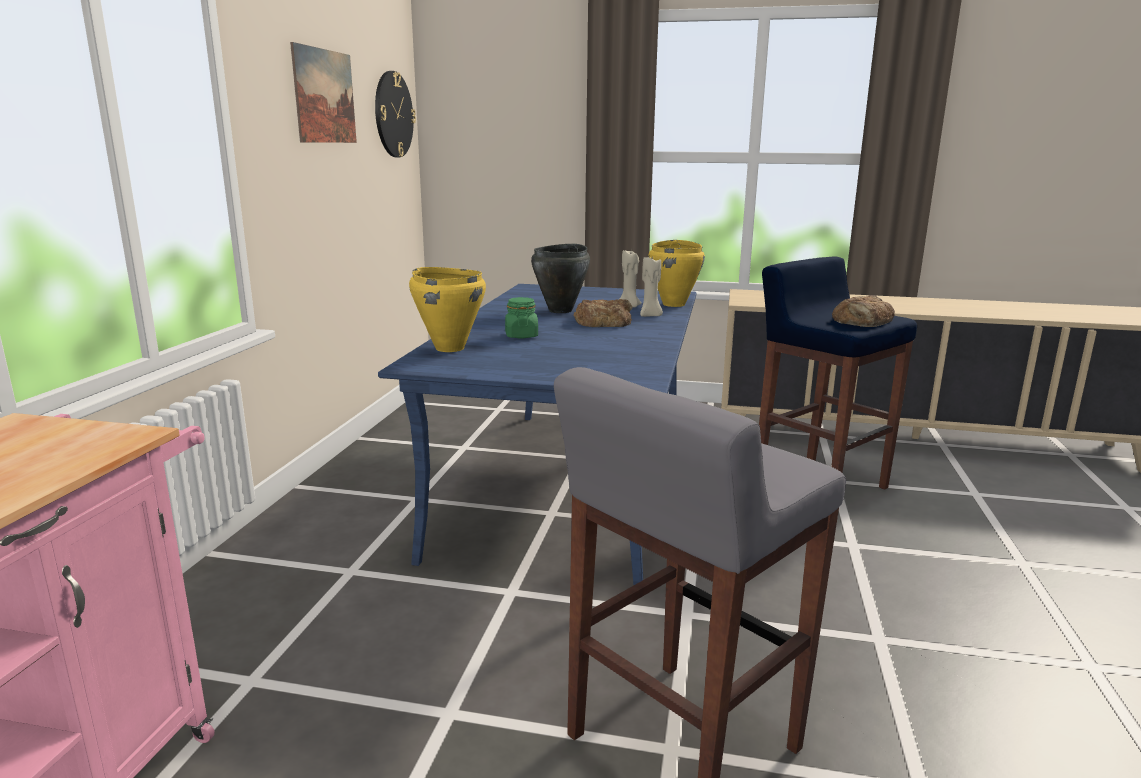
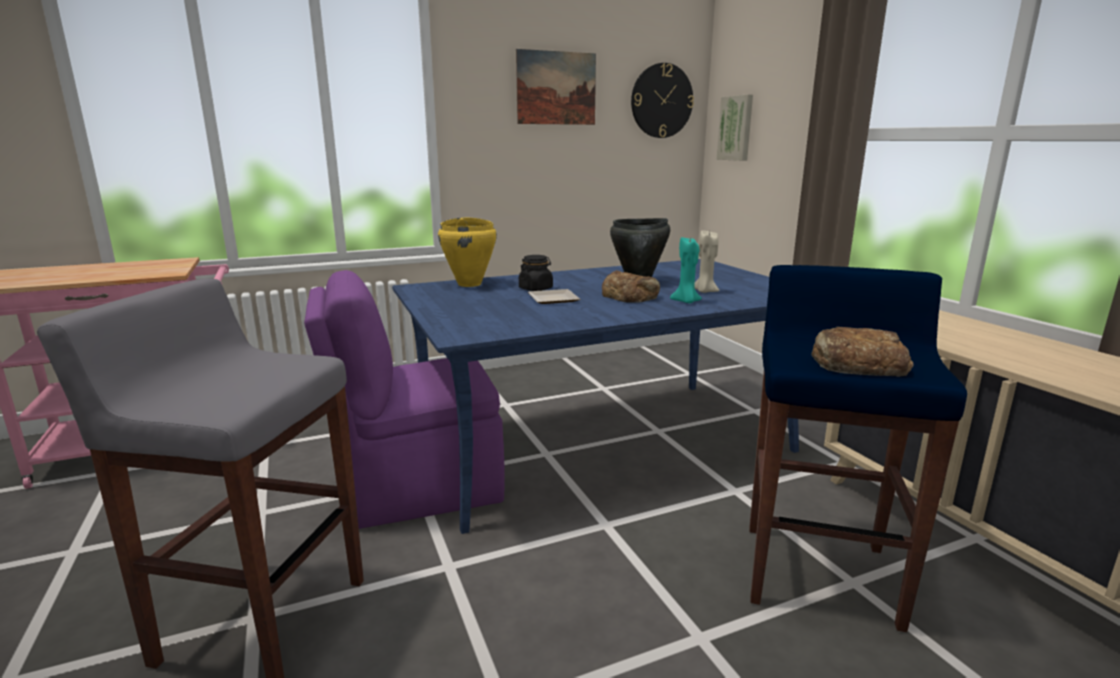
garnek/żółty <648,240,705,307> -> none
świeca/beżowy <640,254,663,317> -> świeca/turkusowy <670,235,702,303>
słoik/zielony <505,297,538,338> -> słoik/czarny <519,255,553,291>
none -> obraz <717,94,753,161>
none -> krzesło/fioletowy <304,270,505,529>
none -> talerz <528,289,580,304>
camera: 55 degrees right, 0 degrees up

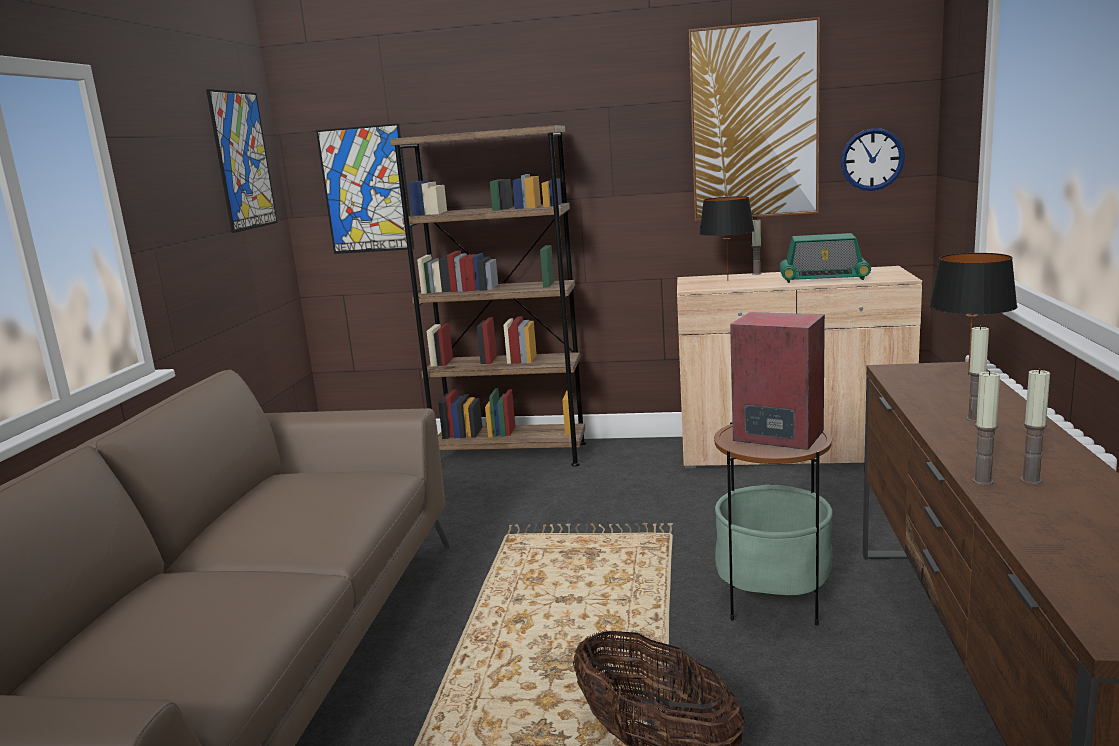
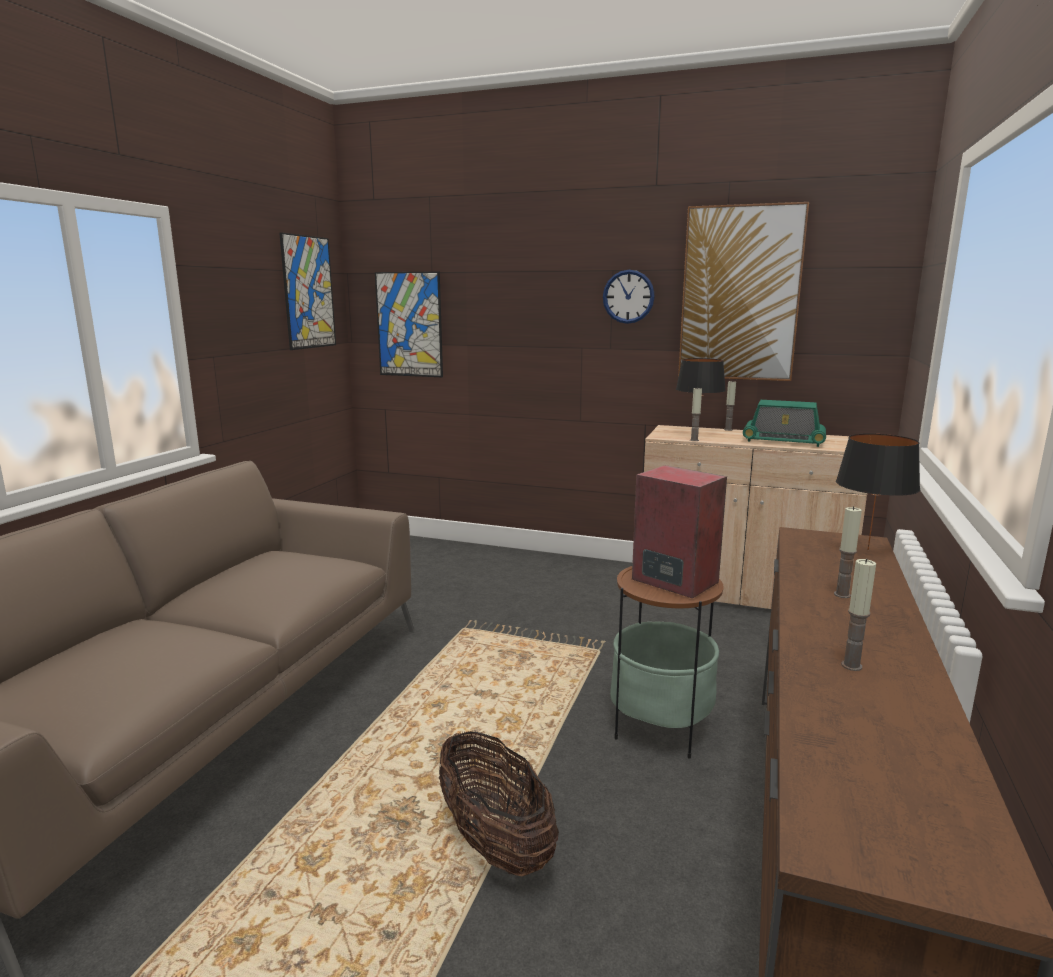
regał/brązowy <390,125,586,466> -> none
zegar ścienny <841,128,905,191> -> zegar ścienny <603,270,655,324>, relocated
świeca <972,371,1000,485> -> świeca <690,388,702,441>, relocated
camera: 10 degrees right, 0 degrees up

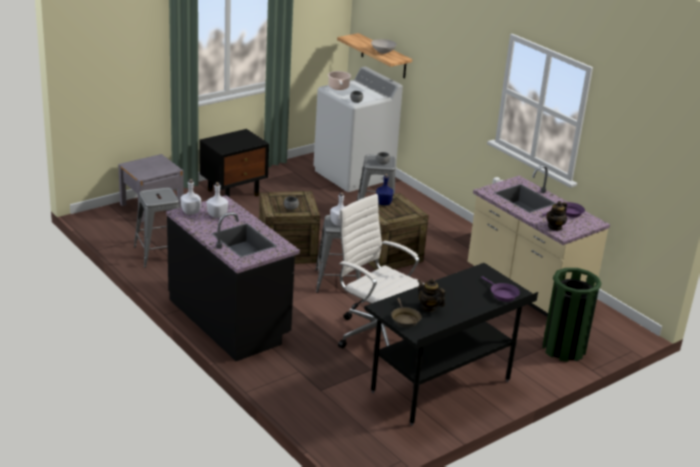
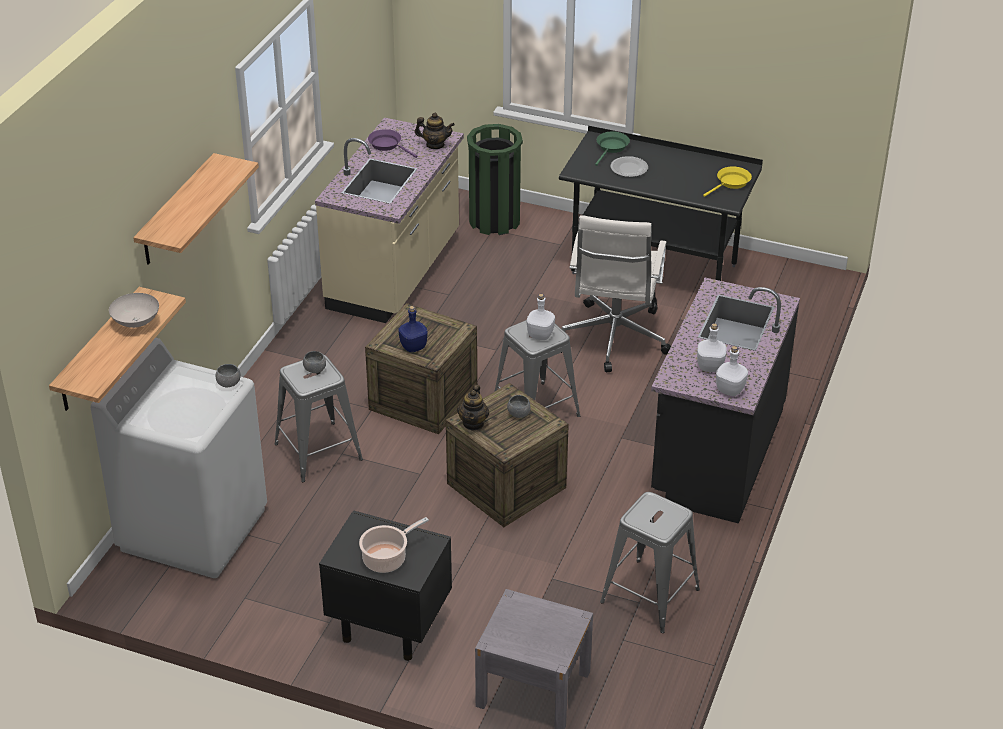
garnek <328,71,351,90> -> garnek <359,517,429,573>, relocated
patelnia/fioletowy <481,276,520,302> -> patelnia/zielony <595,132,630,166>
imbryk <418,279,445,312> -> imbryk <457,385,489,431>, relocated
patelnia/brązowy <391,298,422,327> -> patelnia/żółty <703,166,752,197>
none -> półka <133,153,259,265>
none -> talerz <611,156,648,177>
camera: 120 degrees left, 10 degrees up

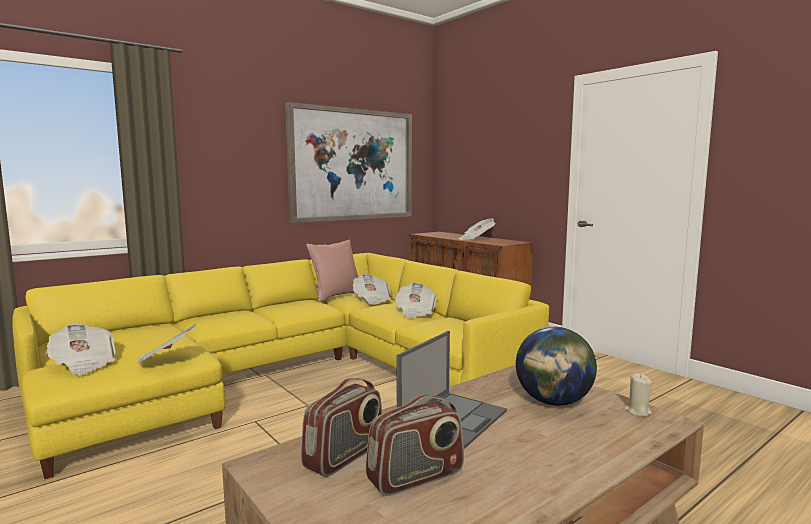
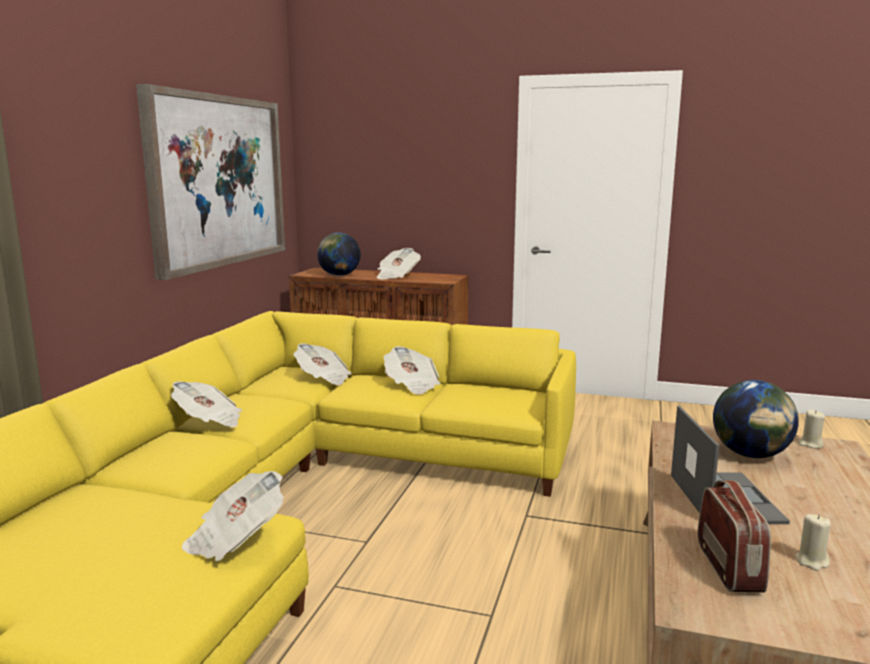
poduszka/różowy <306,240,358,302> -> none
gazeta <46,324,115,375> -> gazeta <171,381,242,427>, relocated
radio <366,395,464,496> -> świeca/beżowy <795,514,831,571>
none -> globus <317,233,361,276>
camera: 35 degrees left, 5 degrees up

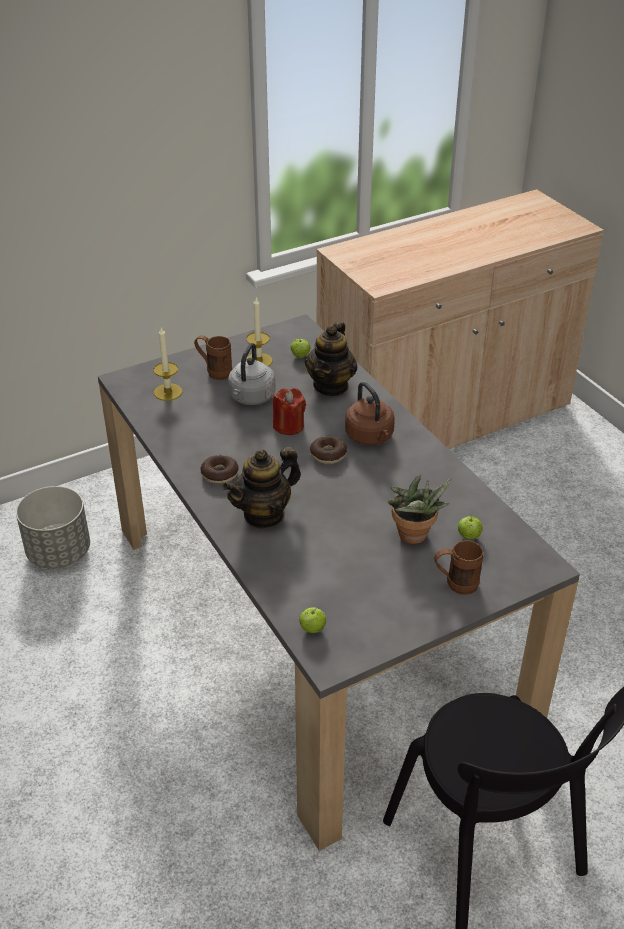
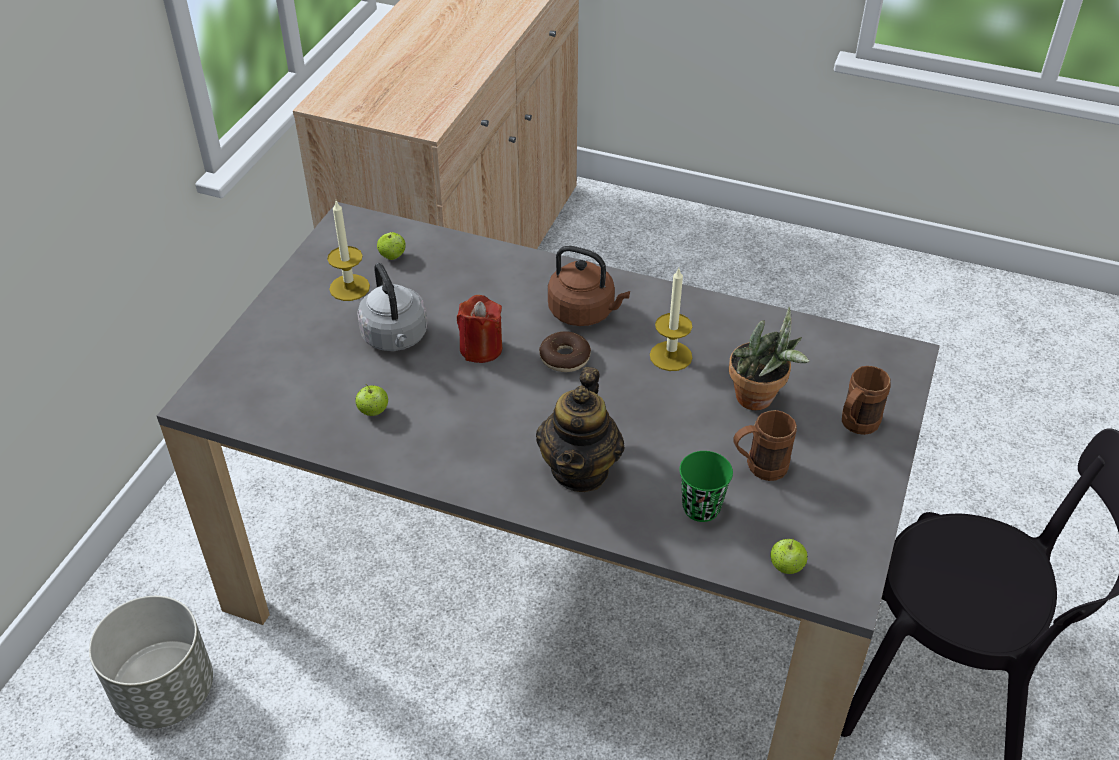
imbryk <305,321,357,396> -> none
świeca <153,327,182,401> -> świeca <650,268,692,371>, relocated
kubek/brązowy <194,335,232,380> -> kubek/brązowy <733,410,797,481>, relocated
donut <201,455,239,484> -> none
jabłko <458,514,483,539> -> jabłko <355,384,388,416>, relocated
none -> filiżanka/zielony <679,451,733,522>
camera: 40 degrees left, 5 degrees up

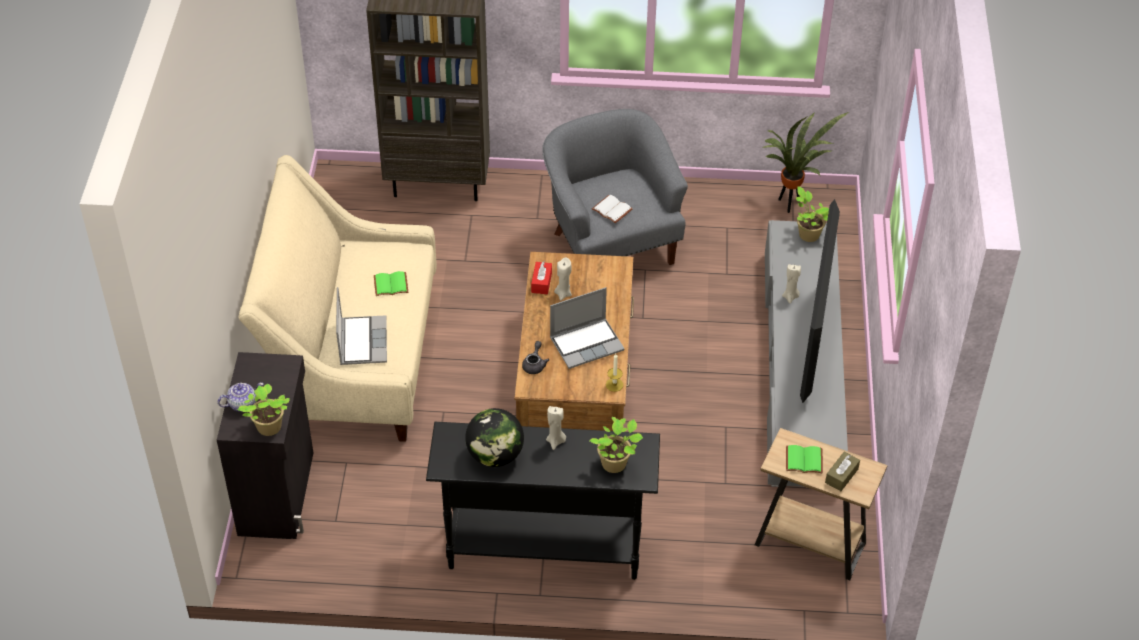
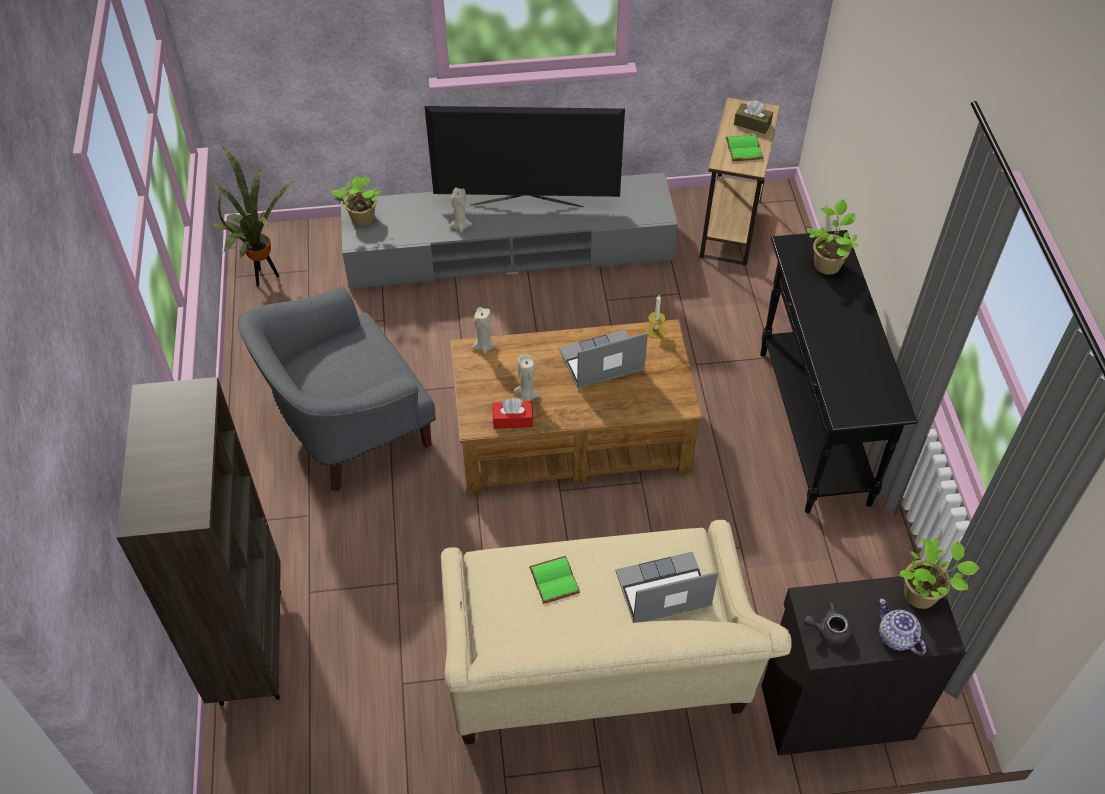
książka/biały <592,195,632,223> -> none
laptop <550,287,625,369> -> laptop <559,329,648,389>, 75 degrees counterclockwise
imbryk/szary <522,341,549,374> -> imbryk/szary <804,603,851,645>, relocated
świeca/beżowy <546,406,566,450> -> świeca/beżowy <471,307,498,354>, relocated
globus <465,408,524,467> -> none
camera: 100 degrees left, 5 degrees up

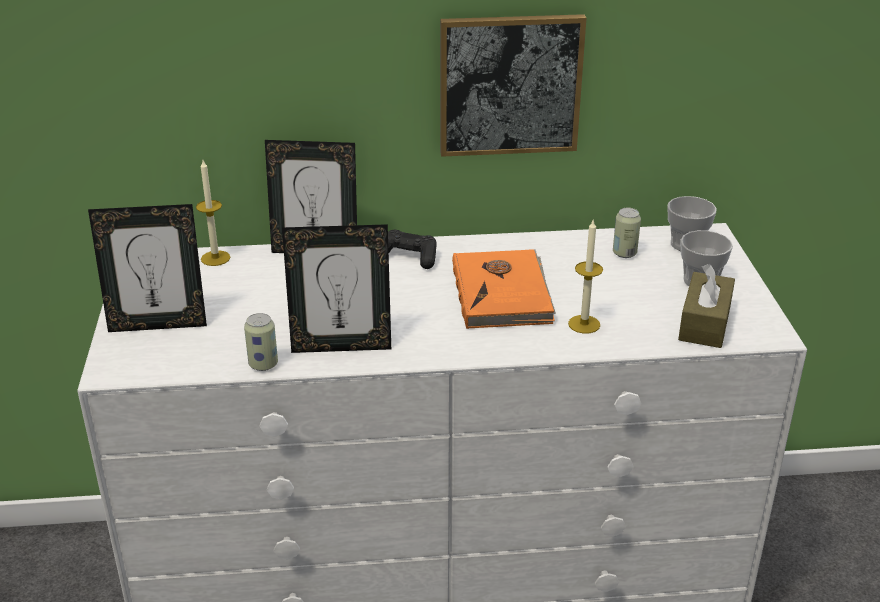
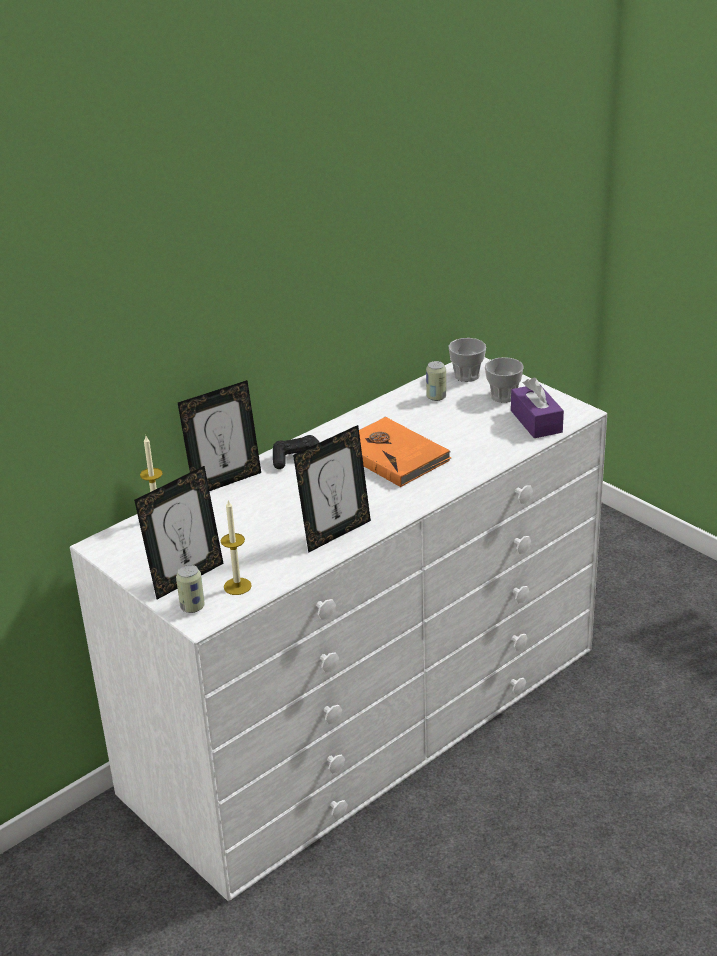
obraz <440,14,587,157> -> none
świeca <568,220,603,334> -> świeca <221,499,252,595>, relocated
pudełko chusteczek/brązowy <678,264,735,348> -> pudełko chusteczek/fioletowy <511,378,564,438>
puszka <244,313,278,371> -> puszka <176,565,205,613>, relocated
camera: 35 degrees left, 0 degrees up

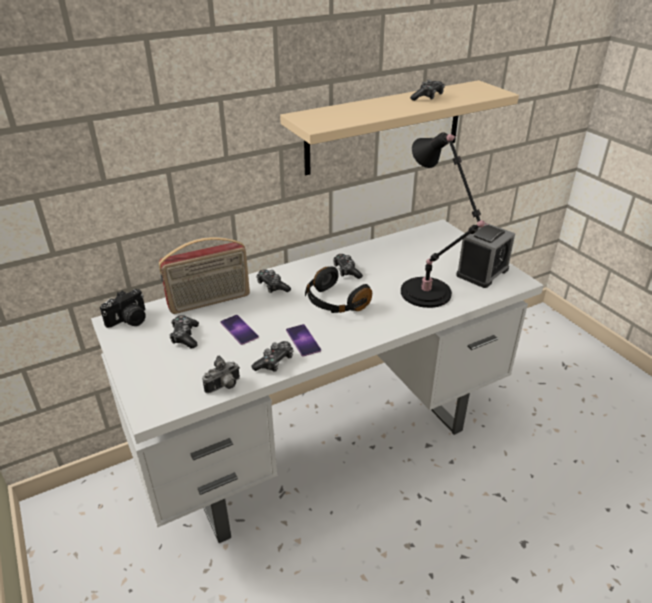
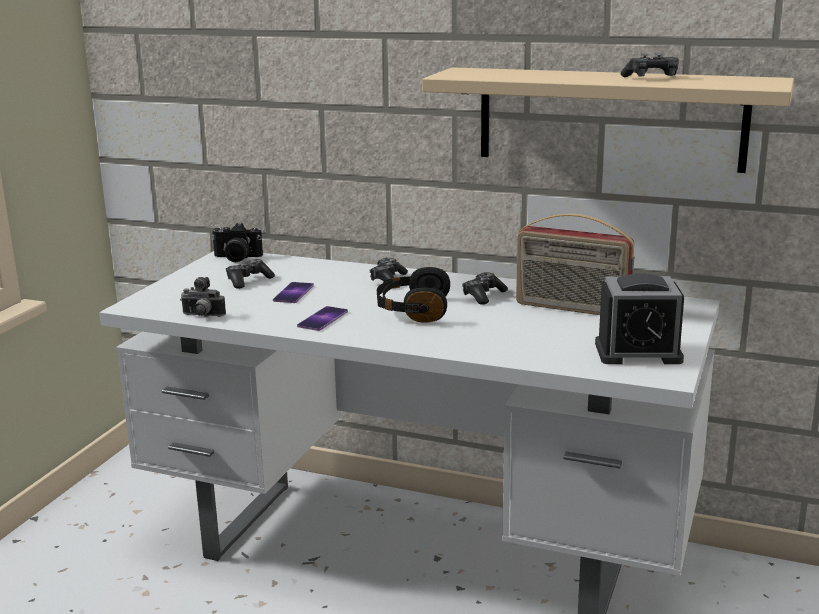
lampa stołowa/czarny <401,132,488,308> -> none
radio <159,237,250,314> -> radio <516,214,634,315>, relocated
pad do gier <251,341,294,372> -> none
camera: 50 degrees right, 15 degrees down

